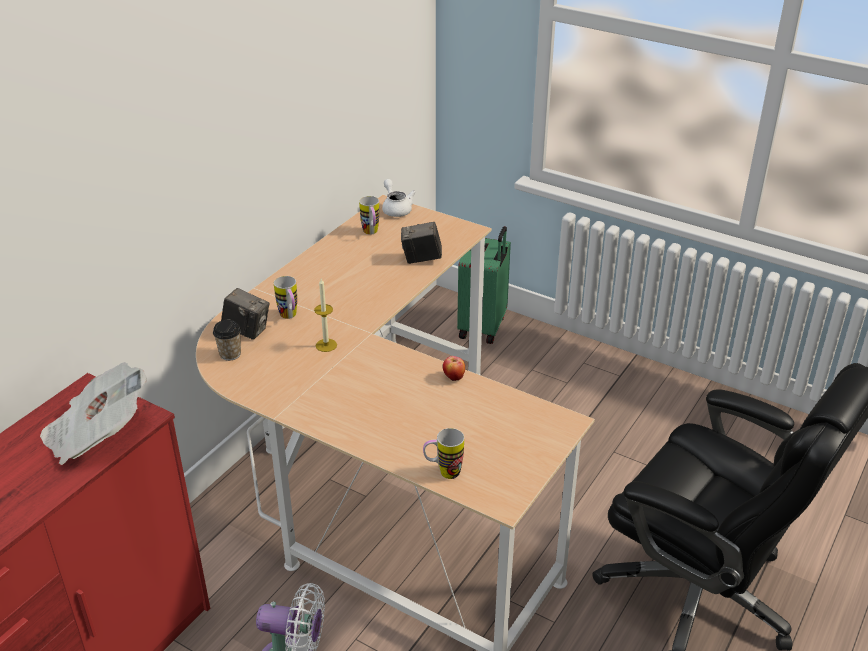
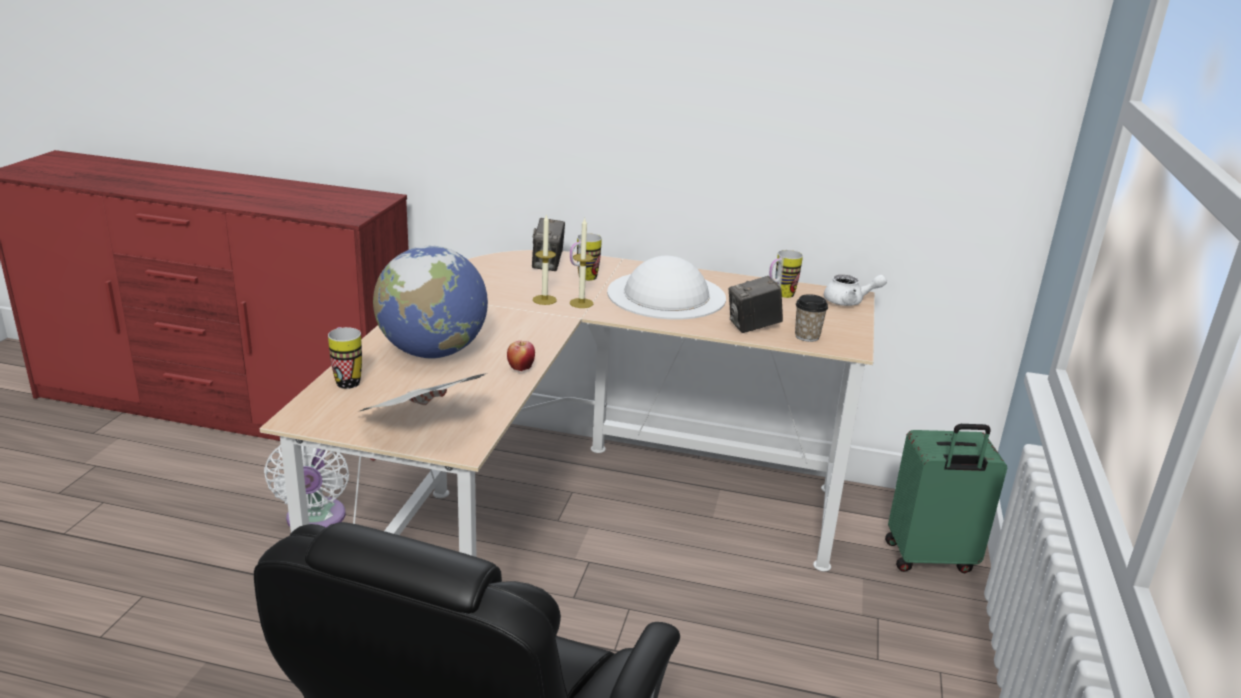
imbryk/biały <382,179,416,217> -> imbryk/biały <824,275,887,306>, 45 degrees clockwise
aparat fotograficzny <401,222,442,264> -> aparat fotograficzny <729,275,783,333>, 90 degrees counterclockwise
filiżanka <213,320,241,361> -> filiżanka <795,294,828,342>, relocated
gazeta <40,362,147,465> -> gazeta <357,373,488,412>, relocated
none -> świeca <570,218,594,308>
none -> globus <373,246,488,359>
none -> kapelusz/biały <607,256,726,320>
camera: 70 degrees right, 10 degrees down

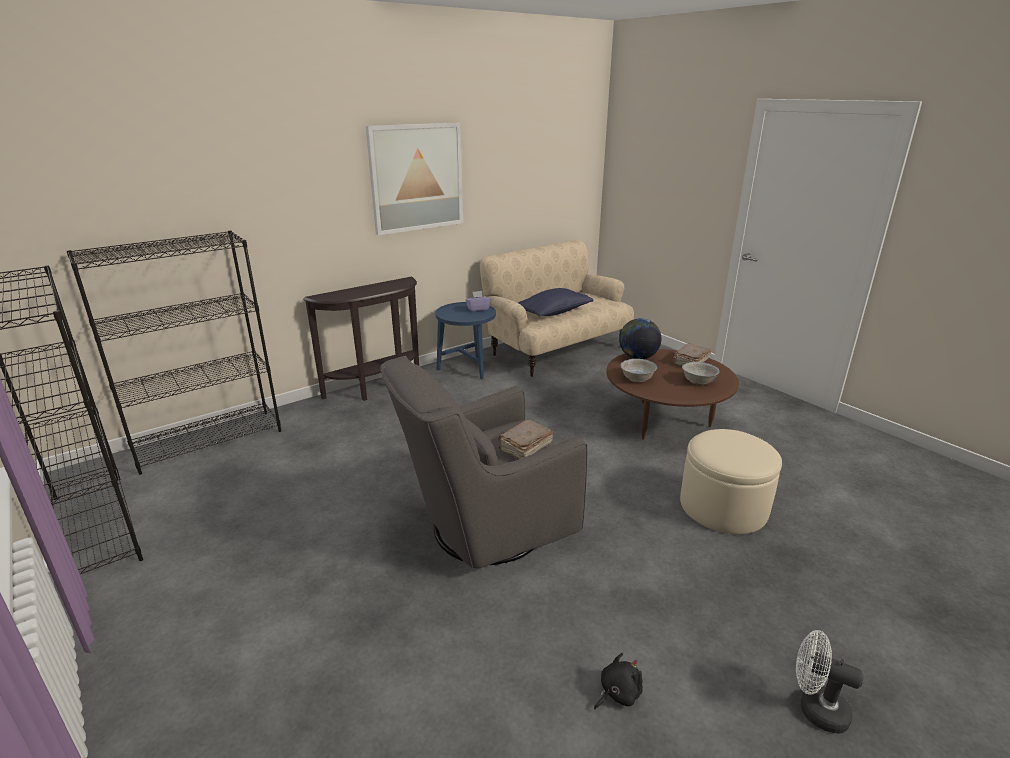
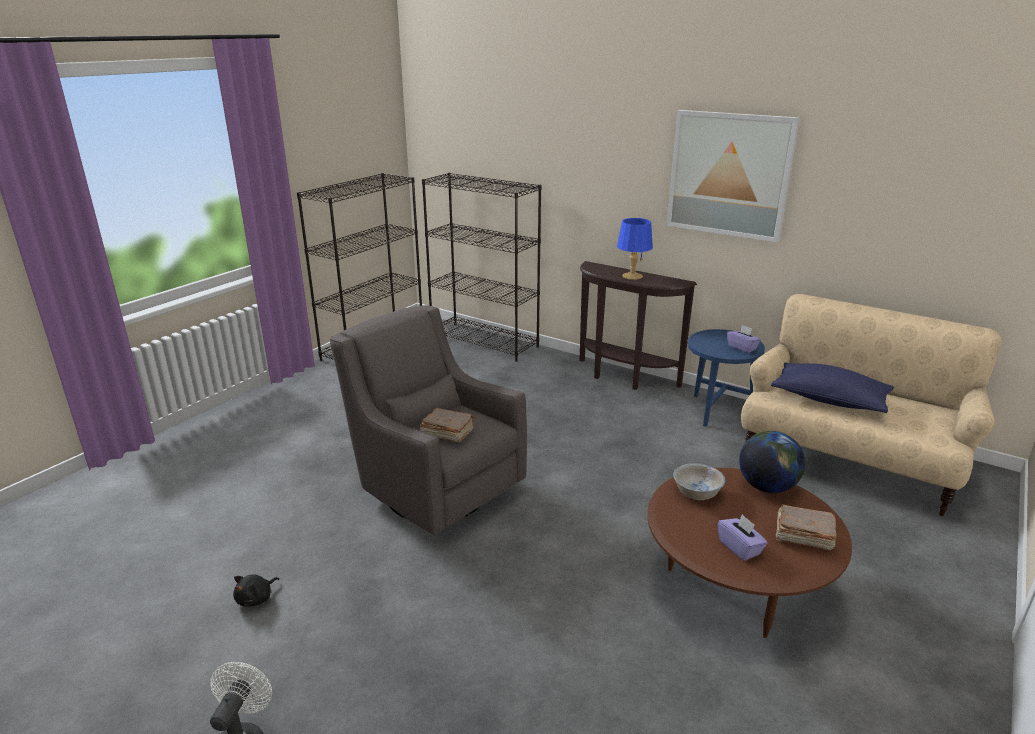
miska/biały <682,362,720,385> -> pudełko chusteczek/fioletowy <718,514,768,561>
pufa/beżowy <680,429,782,534> -> none
pluszak/czarny <594,653,643,710> -> pluszak/czarny <233,574,279,606>, 90 degrees clockwise
none -> lampa stołowa/niebieski <617,218,653,280>
camera: 70 degrees right, 0 degrees up

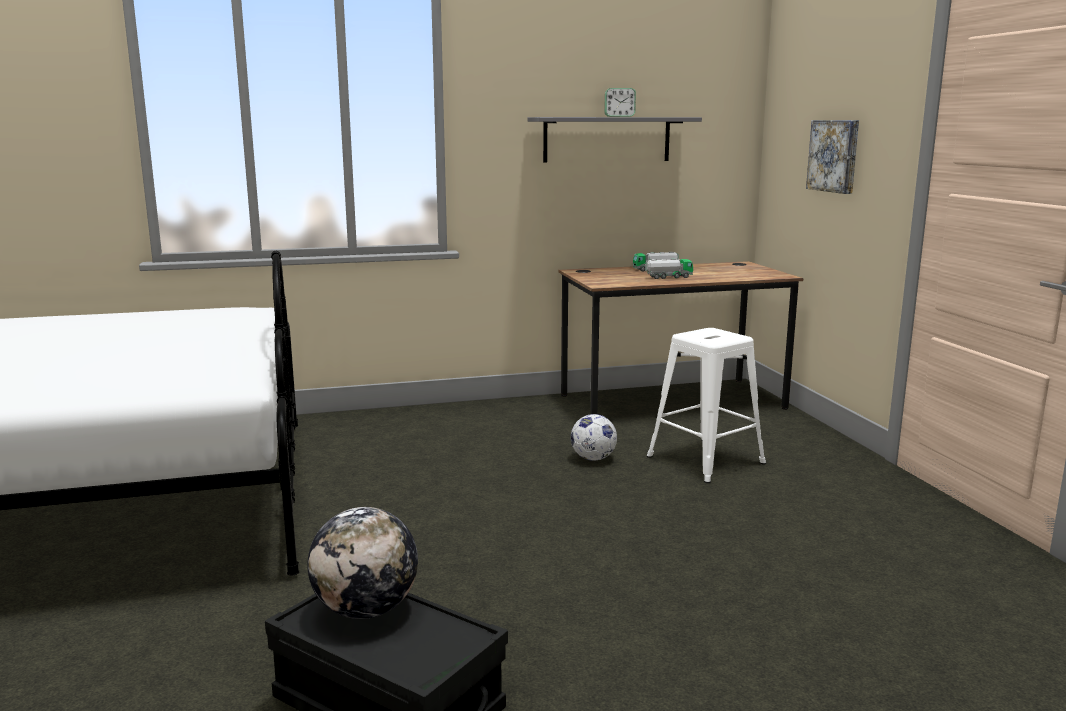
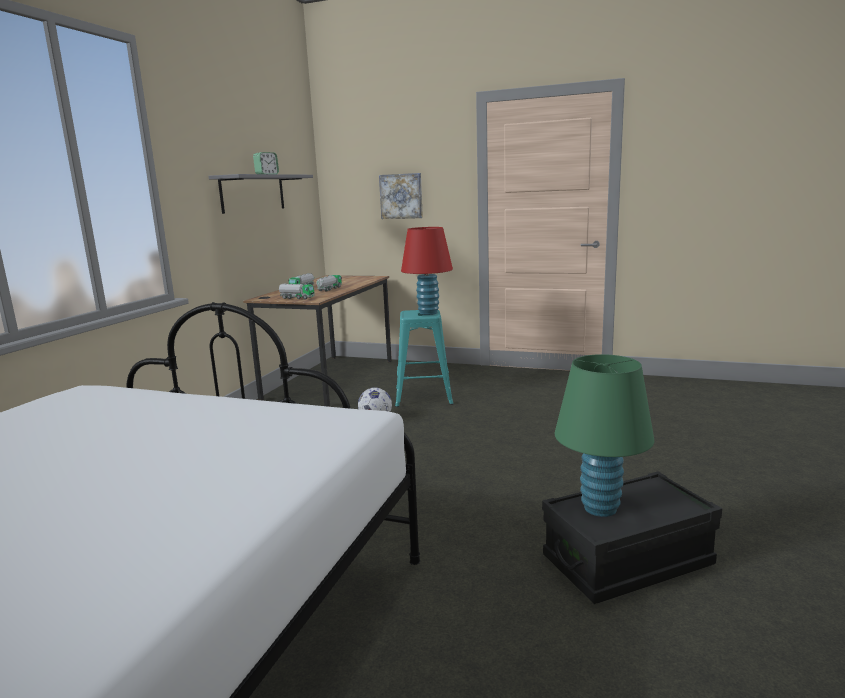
stołek/biały <646,328,766,483> -> stołek/turkusowy <395,310,454,407>
globus <307,507,418,619> -> lampa stołowa/zielony <554,354,654,517>
none -> lampa stołowa/czerwony <401,227,453,315>
none -> ciężarówka zabawkowa <279,284,315,299>
camera: 55 degrees left, 0 degrees up

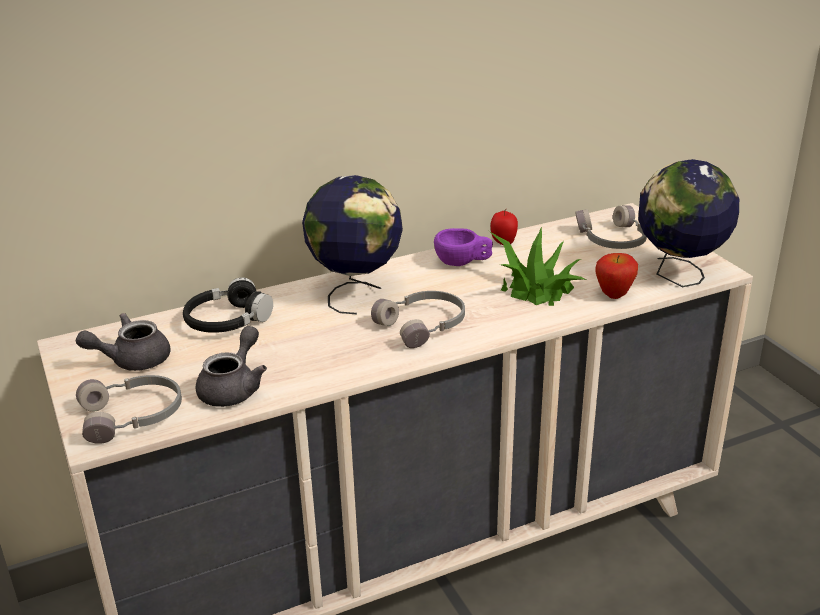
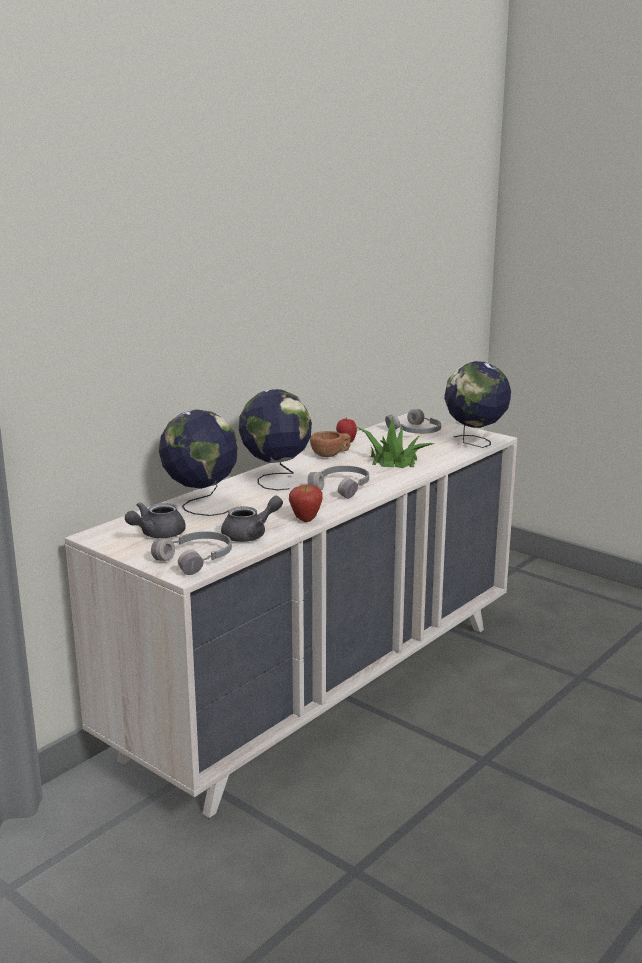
filiżanka/fioletowy <434,228,493,266> -> filiżanka/brązowy <310,431,351,457>
jabłko <595,253,638,299> -> jabłko <289,485,323,522>, relocated
słuchawki/czarny <183,277,273,333> -> globus <159,409,238,516>
imbryk/szary <195,326,267,407> -> imbryk/szary <221,496,283,542>, 60 degrees clockwise
camera: 25 degrees left, 10 degrees down

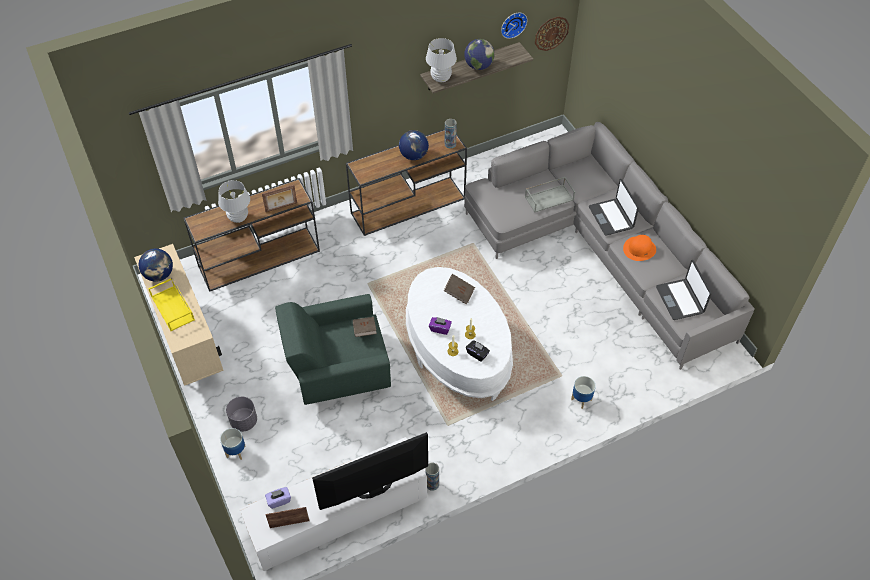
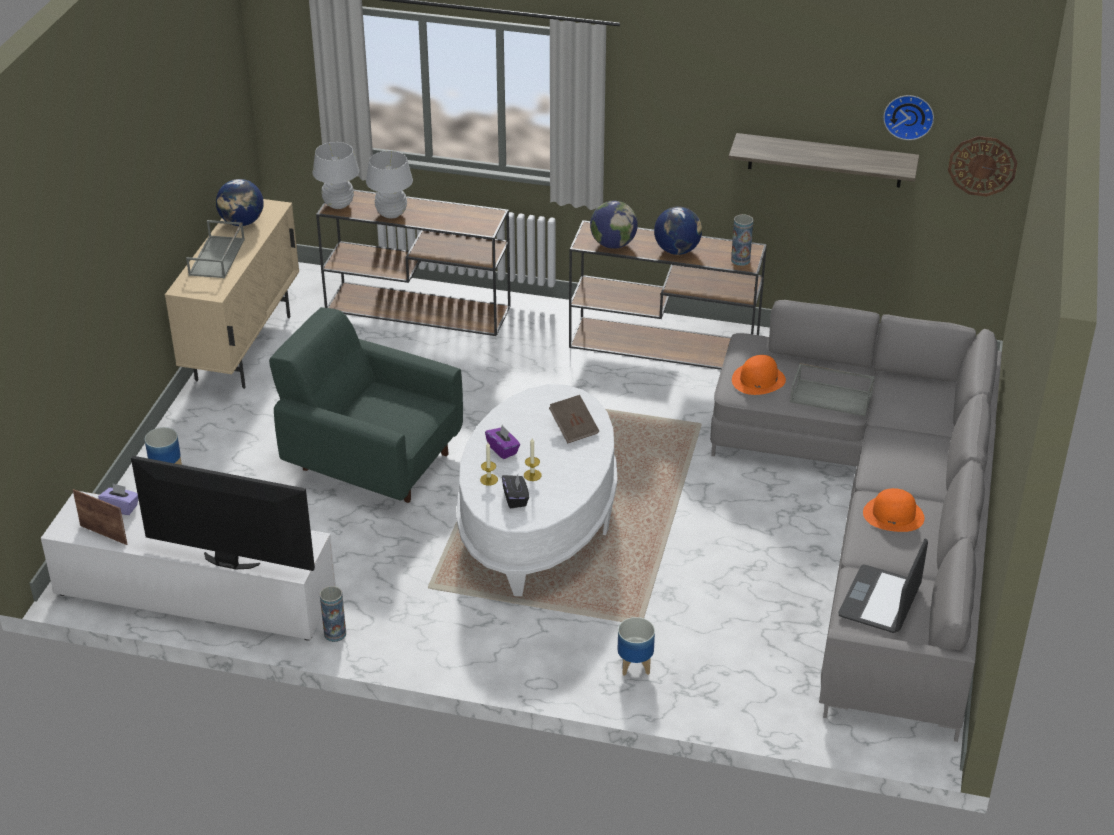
lampa stołowa/biały <426,38,457,82> -> lampa stołowa/biały <313,142,359,209>, relocated
globus <464,39,495,70> -> globus <590,201,638,249>, relocated
laptop <589,179,639,236> -> none
ramka na zdjęcie <262,185,297,212> -> none
taca/żółty <148,278,195,331> -> taca/szary <186,220,245,279>
książka/brązowy <353,317,377,337> -> none
donica/szary <226,397,257,432> -> none
none -> kapelusz/pomarańczowy <732,355,786,395>
camera: 40 degrees right, 15 degrees down

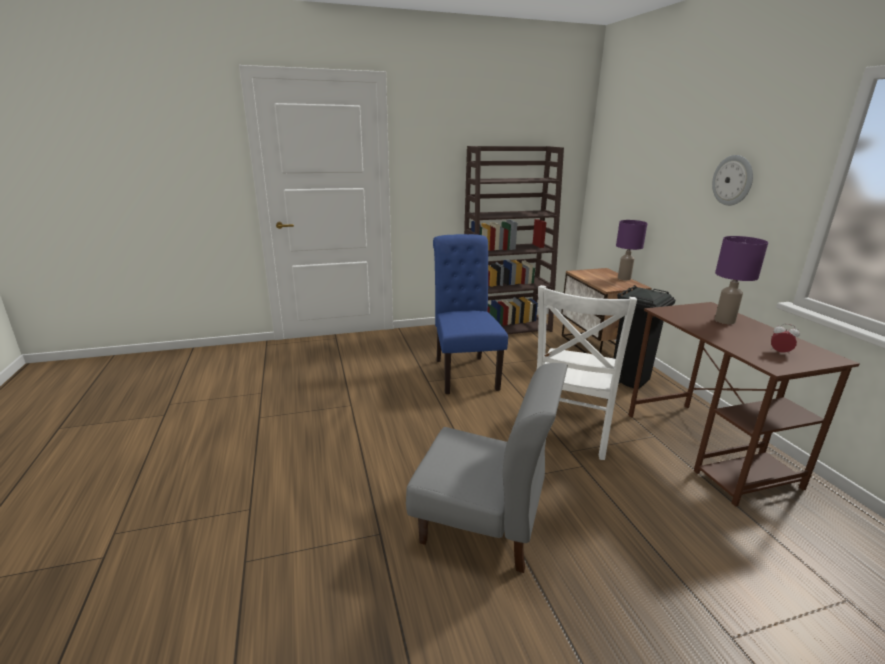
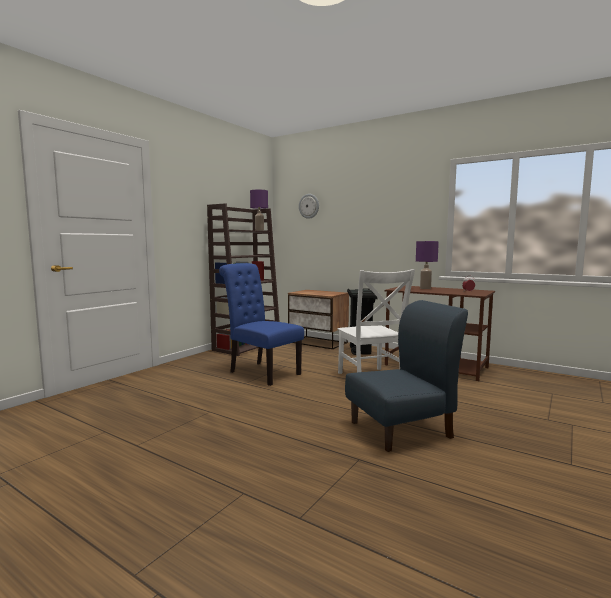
zegar ścienny <712,155,753,206> -> zegar ścienny <299,194,319,219>, relocated
lampa stołowa/fioletowy <616,220,648,280> -> lampa stołowa/fioletowy <250,190,268,231>, relocated
krzesło/szary <406,363,568,573> -> krzesło/niebieski <345,300,468,452>
camera: 40 degrees left, 15 degrees down

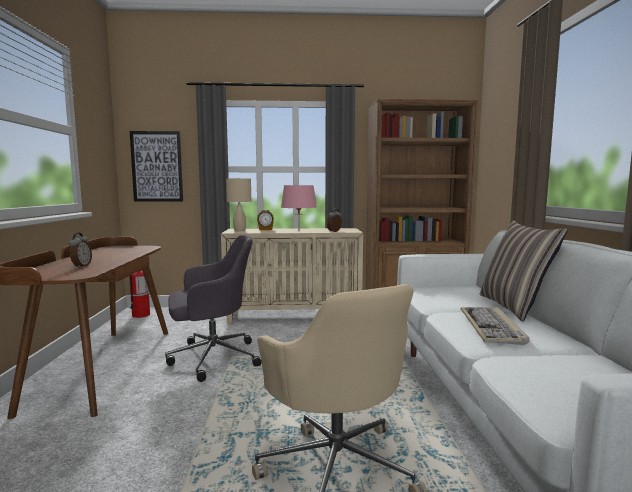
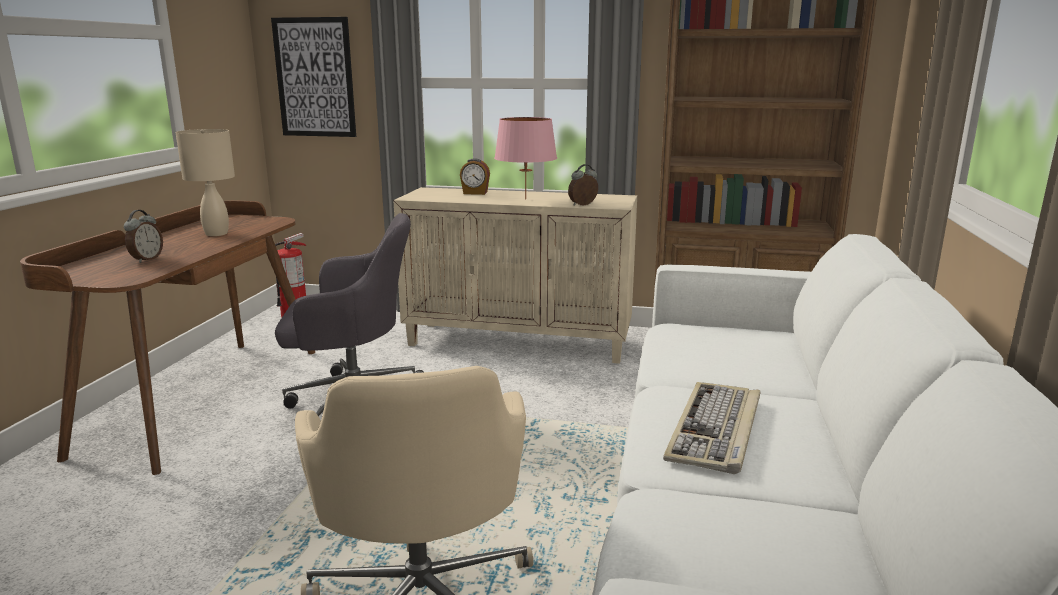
lampa stołowa/beżowy <226,178,251,231> -> lampa stołowa/beżowy <175,129,235,236>, relocated
poduszka <480,220,567,322> -> none
camera: 15 degrees right, 10 degrees up

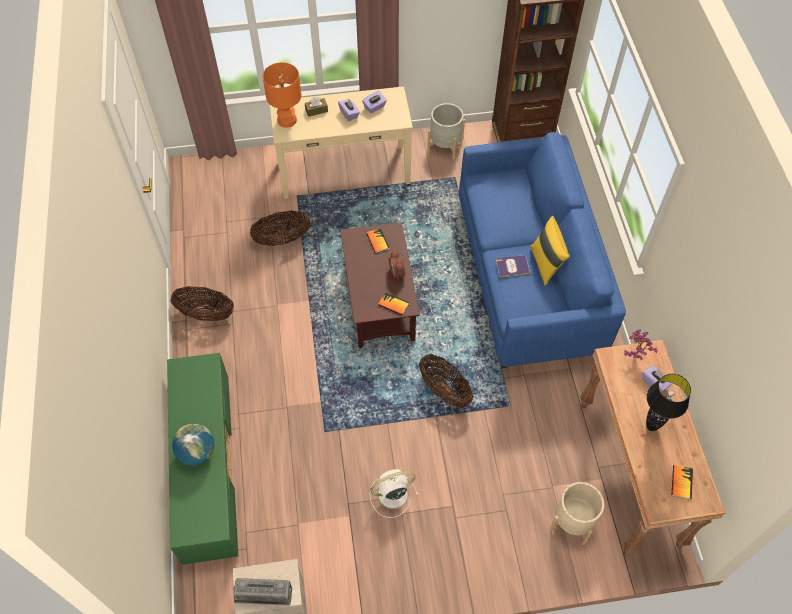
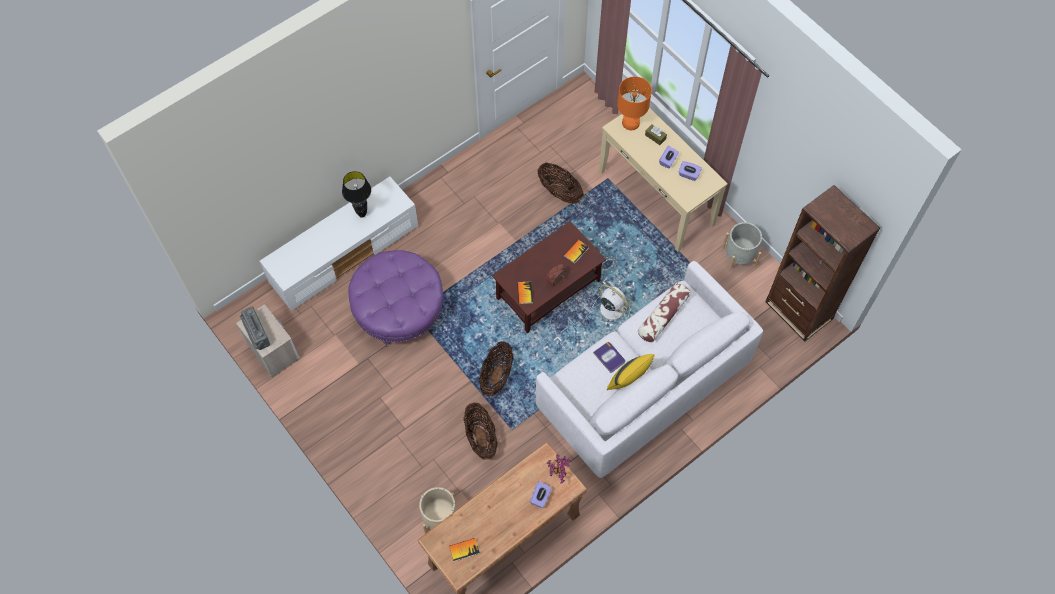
kanapa/niebieski <459,132,626,368> -> kanapa/biały <536,261,763,478>
koszyk <171,286,234,322> -> koszyk <463,403,498,460>, relocated
szafka pod telewizor/zielony <167,353,238,565> -> szafka pod telewizor/biały <260,177,418,311>
lampa stołowa/czarny <646,374,691,431> -> lampa stołowa/czarny <342,171,371,218>, relocated
globus <172,424,214,466> -> none
wentylator/biały <370,469,418,518> -> wentylator/biały <593,284,630,325>, relocated
none -> pufa/fioletowy <348,250,443,347>
none -> poduszka <638,283,691,342>
camera: 60 degrees right, 5 degrees up

